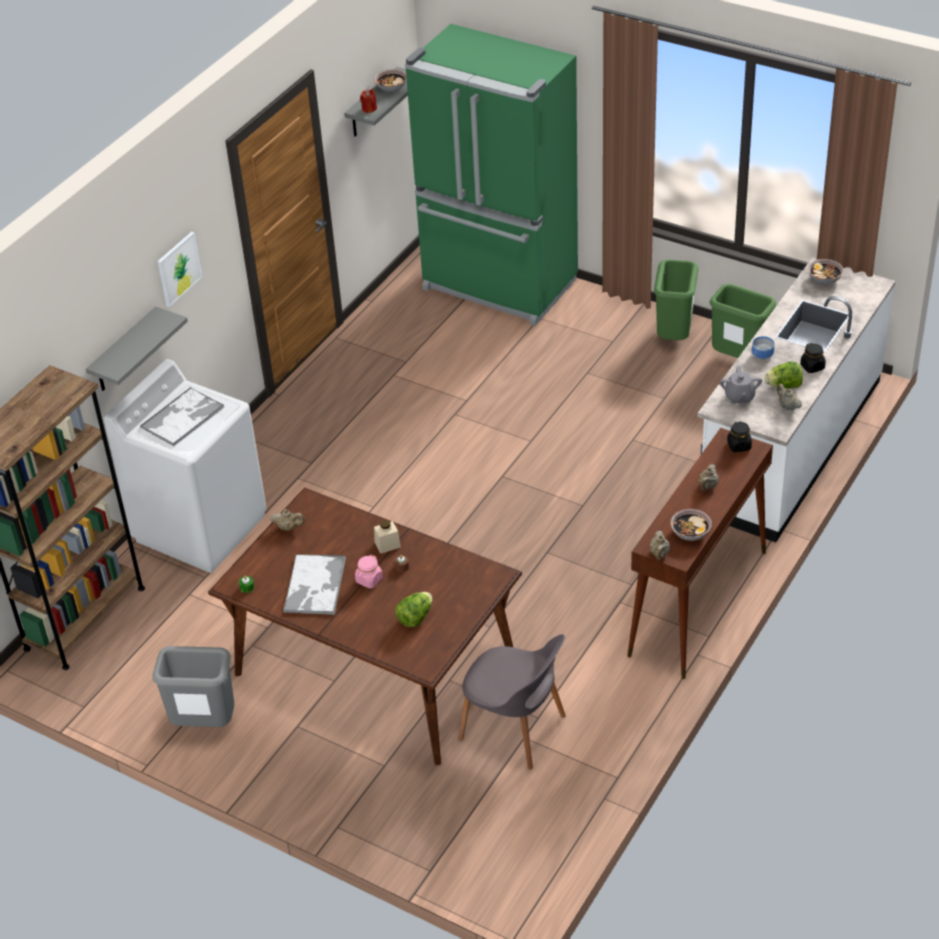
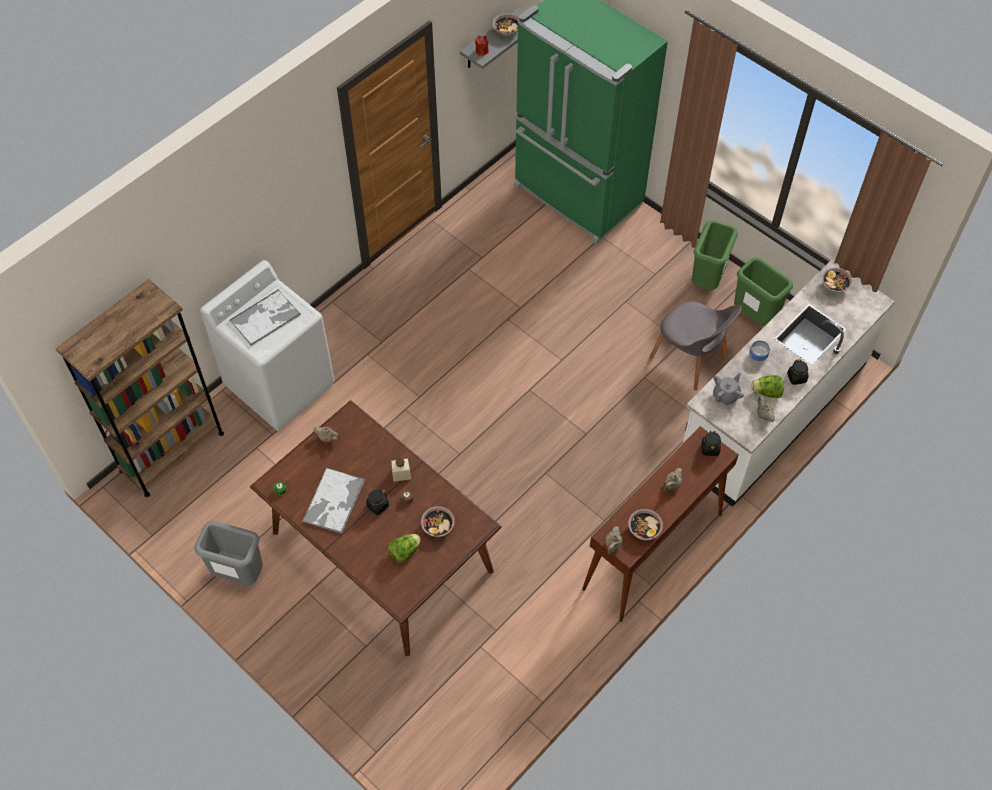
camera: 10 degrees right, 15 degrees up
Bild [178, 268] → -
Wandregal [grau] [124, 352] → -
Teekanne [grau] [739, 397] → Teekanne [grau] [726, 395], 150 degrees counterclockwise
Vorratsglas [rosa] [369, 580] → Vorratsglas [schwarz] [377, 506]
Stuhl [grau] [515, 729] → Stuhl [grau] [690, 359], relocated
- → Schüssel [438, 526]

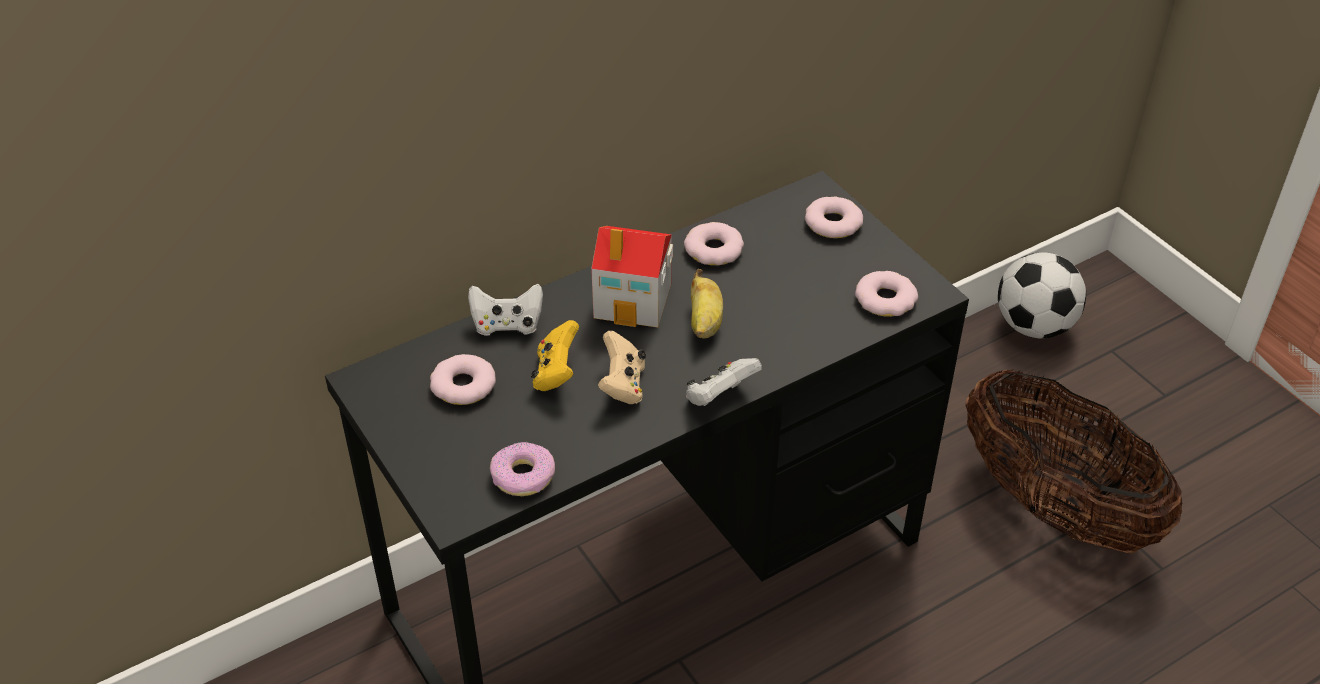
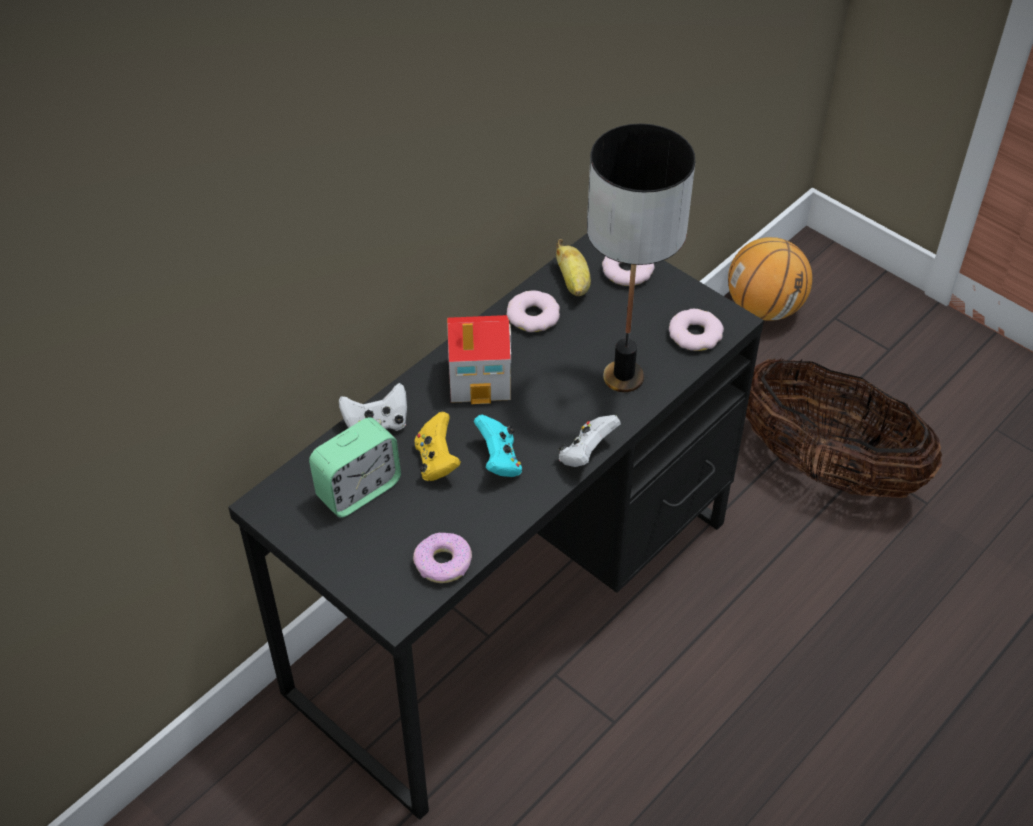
camera: 15 degrees left, 5 degrees up
Fußball [1034, 326] → Basketball [765, 308]
Banane [705, 322] → Banane [573, 283], relocated
Gamepad [beige] [622, 385] → Gamepad [türkis] [499, 460]
Donut [463, 385] → Wecker [358, 490]
- → Tischlampe [624, 377]

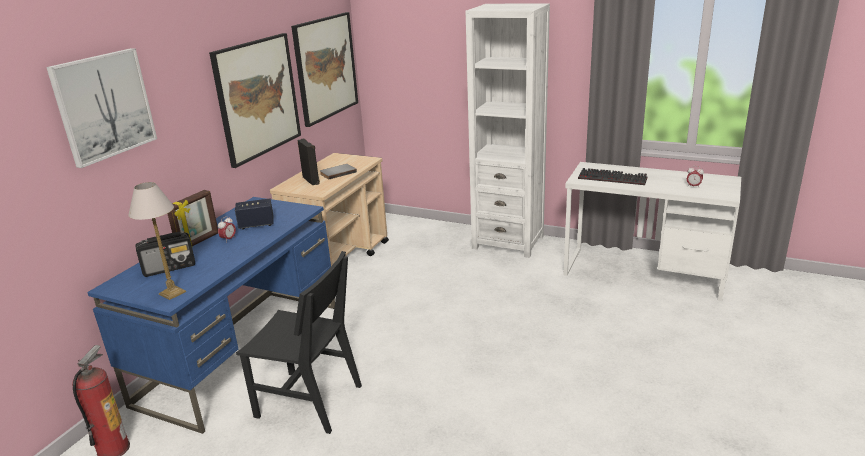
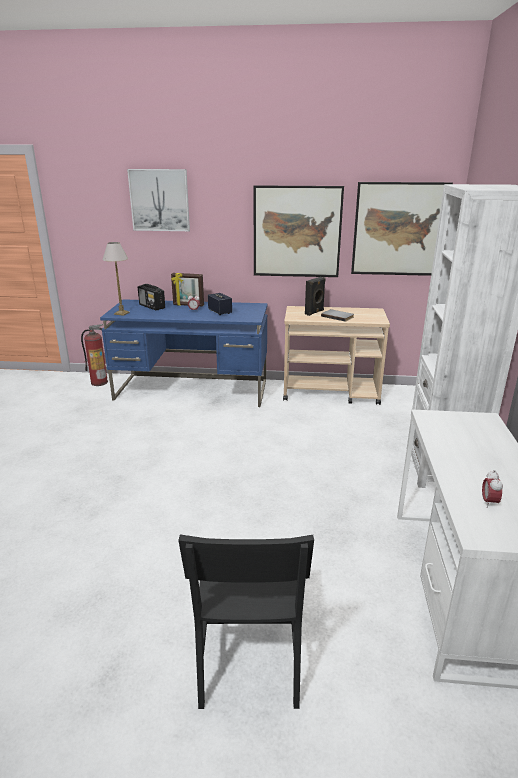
camera: 70 degrees right, 0 degrees up
Tastatur [613, 178] → -
Stuhl [schwarz] [309, 401] → Stuhl [schwarz] [249, 657], relocated

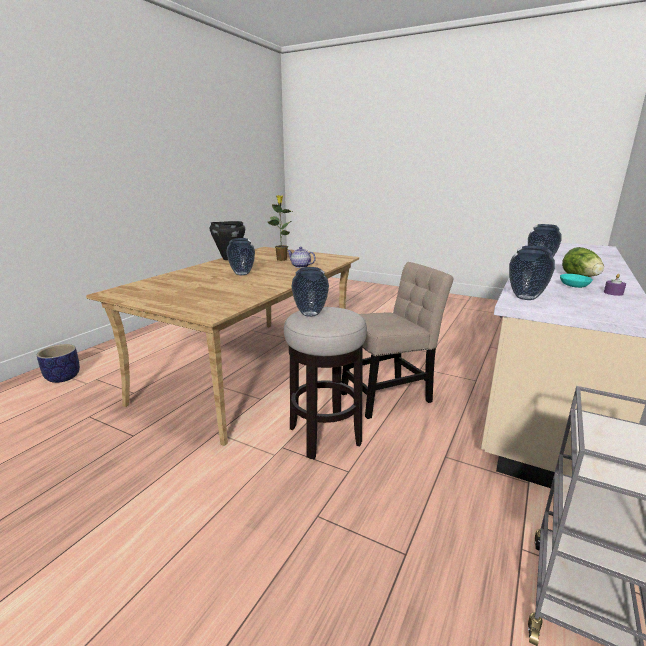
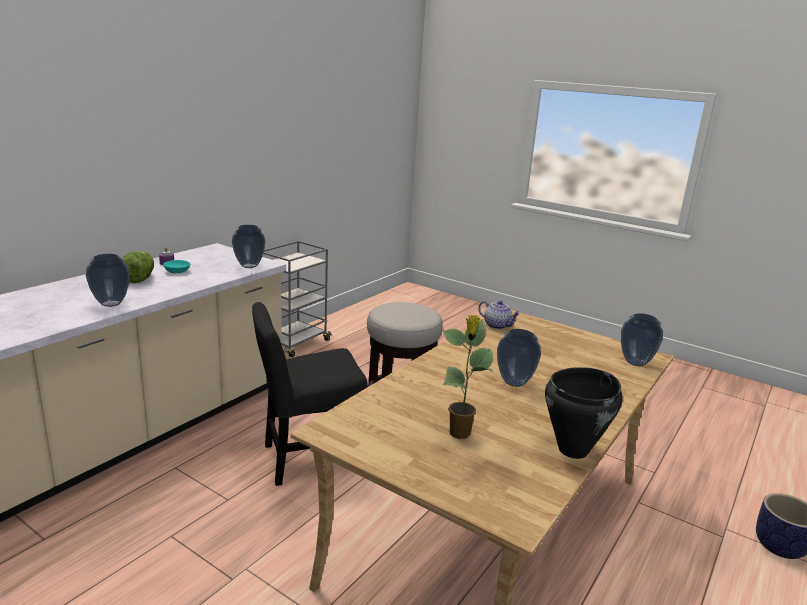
camera: 175 degrees left, 0 degrees up
Teekanne [300, 266] → Teekanne [497, 325], relocated
Stuhl [beige] [389, 395] → Stuhl [schwarz] [308, 458]
Vase [311, 314] → Vase [635, 363], relocated

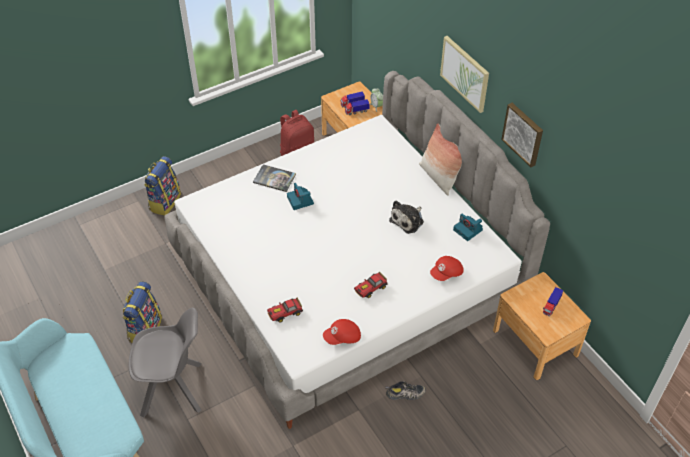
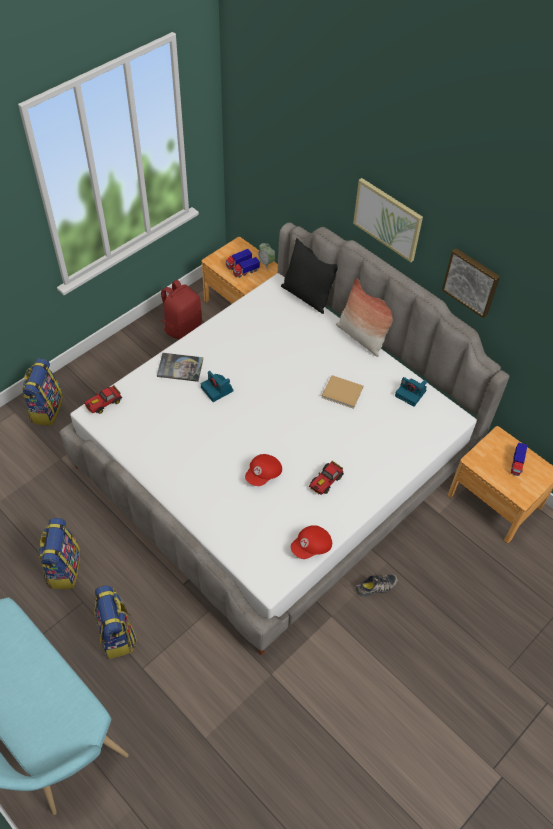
camera: 15 degrees left, 5 degrees up
Plüschtier [408, 220] → Buch [beige] [343, 393]
Kappe [rot] [446, 273] → Kappe [rot] [264, 474], relocated
Spielzeugauto [285, 313] → Spielzeugauto [103, 403], relocated
Stuhl [grau] [174, 389] → Rucksack [117, 634]
- → Kissen [schwarz] [306, 296]

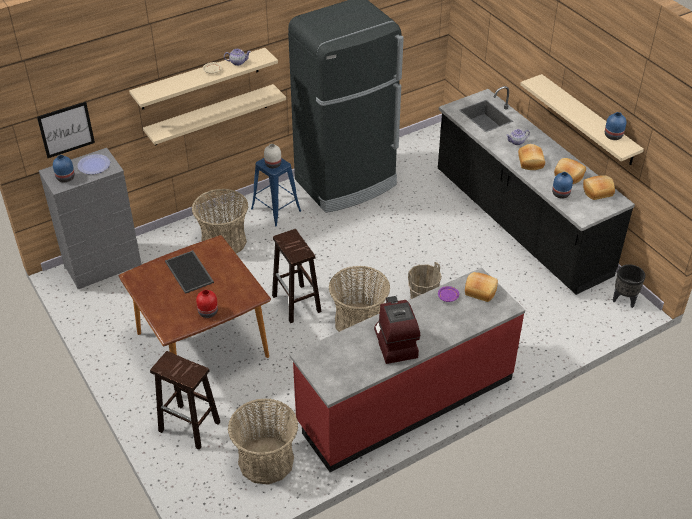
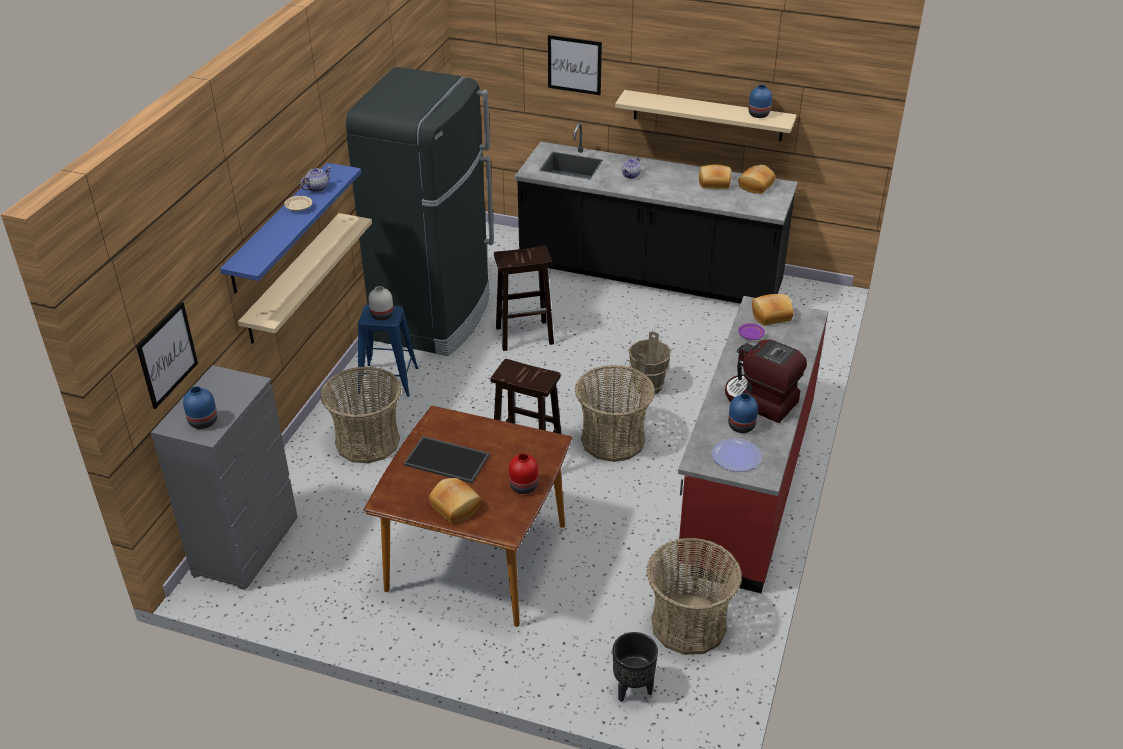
camera: 40 degrees left, 5 degrees down
Wandregal [beige] [200, 79] → Wandregal [blau] [279, 227]
Brot [531, 162] → Brot [456, 506], relocated
Teller [94, 165] → Teller [736, 456], relocated
Vase [blau] [561, 194] → Vase [blau] [742, 426], relocated
Pflanzkübel [schwarz] [623, 300] → Pflanzkübel [schwarz] [632, 689], relocated
Hocker [braun] [190, 427] → Hocker [braun] [525, 335], relocated
- → Bild [574, 65]

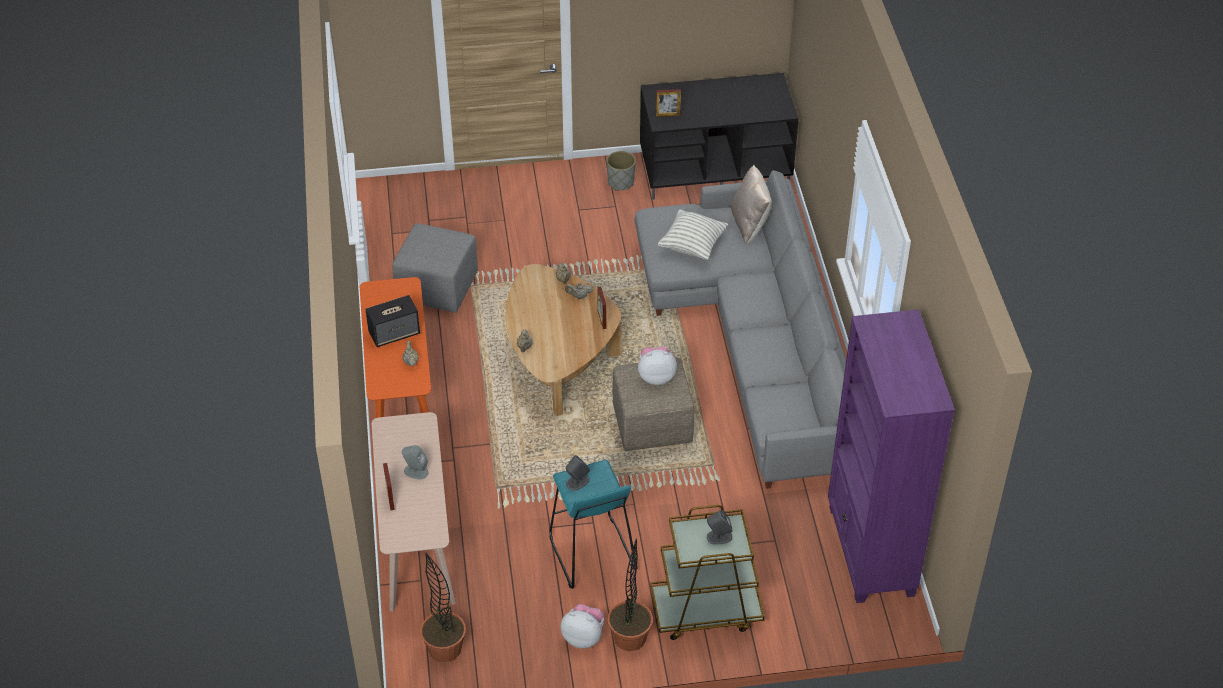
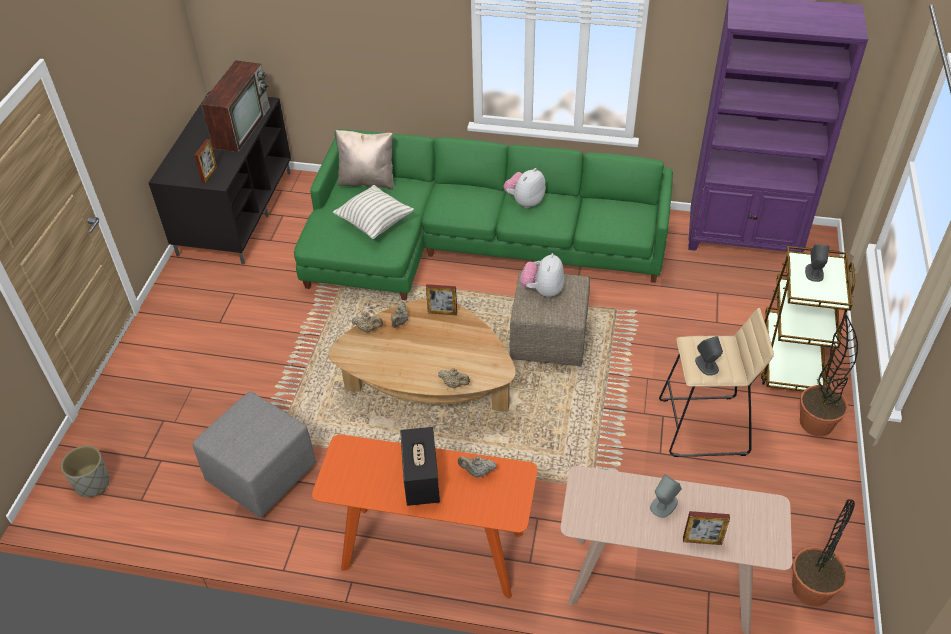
camera: 70 degrees left, 0 degrees up
Pflanzkübel [grau] [621, 182] → Pflanzkübel [grau] [92, 483], relocated
Sofa [grau] [754, 339] → Sofa [grün] [469, 243]
Hocker [türkis] [591, 554] → Hocker [beige] [704, 427]
Plüschtier [583, 637] → Plüschtier [525, 201], relocated
- → Fernseher [242, 126]

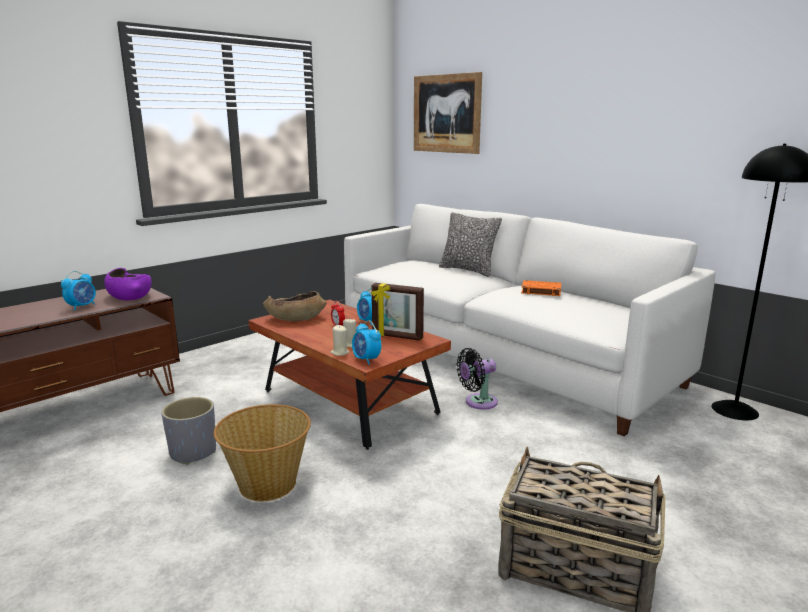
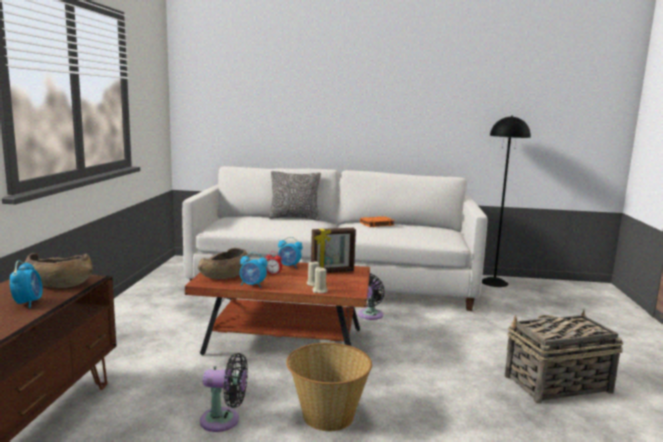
camera: 40 degrees left, 5 degrees down
Bild [446, 114] → -
Schüssel [lila] [129, 296] → Schüssel [braun] [59, 283]
Wecker [366, 360] → Wecker [252, 285], relocated
Pflanzkübel [grau] [193, 452] → Ventilator [schwarz] [224, 420]

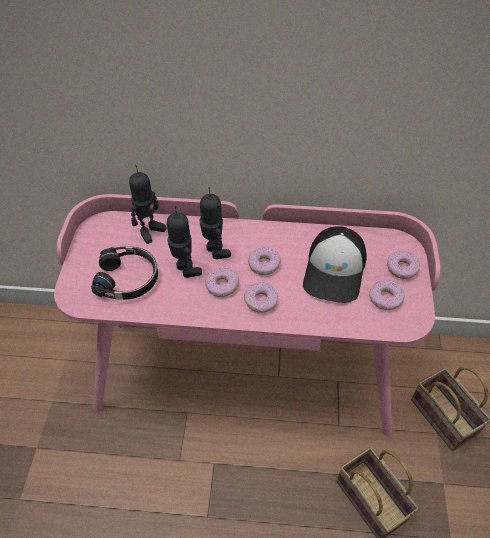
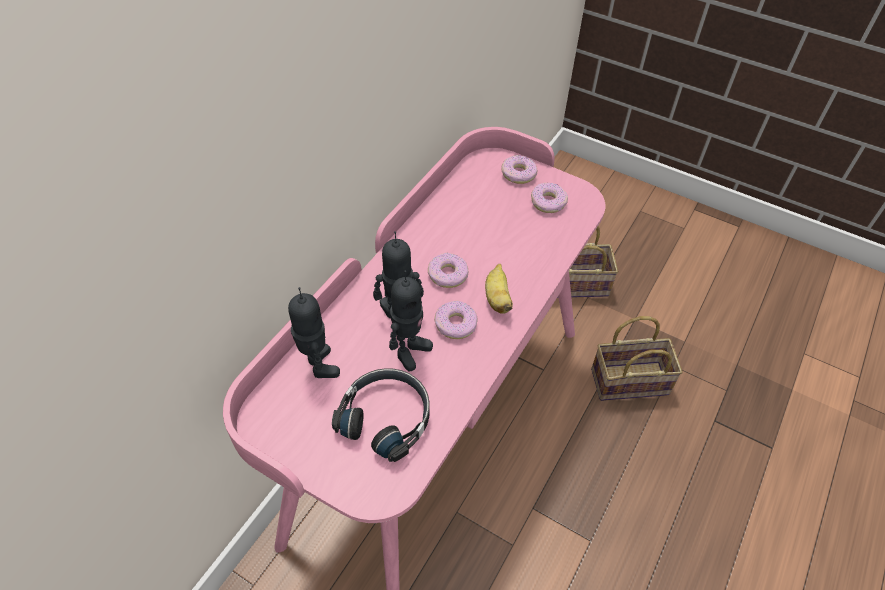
camera: 65 degrees left, 0 degrees up
Spielzeugroboter [185, 270] → Spielzeugroboter [409, 351], 135 degrees clockwise
Kappe [335, 271] → -
Donut [260, 301] → Banane [497, 298]

